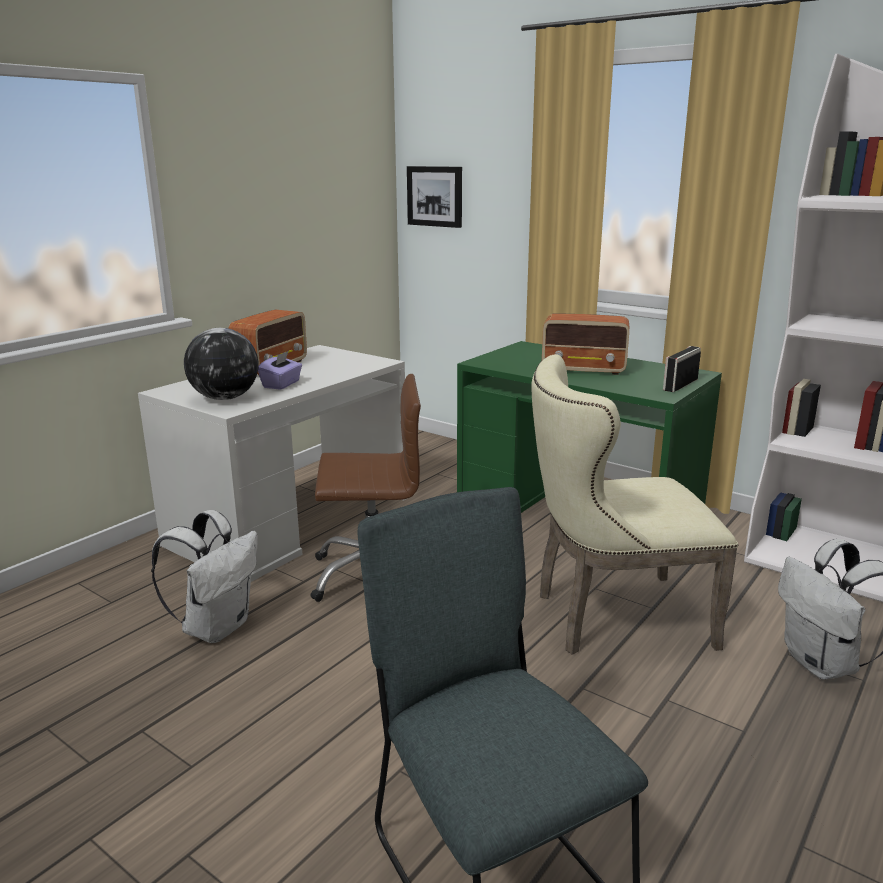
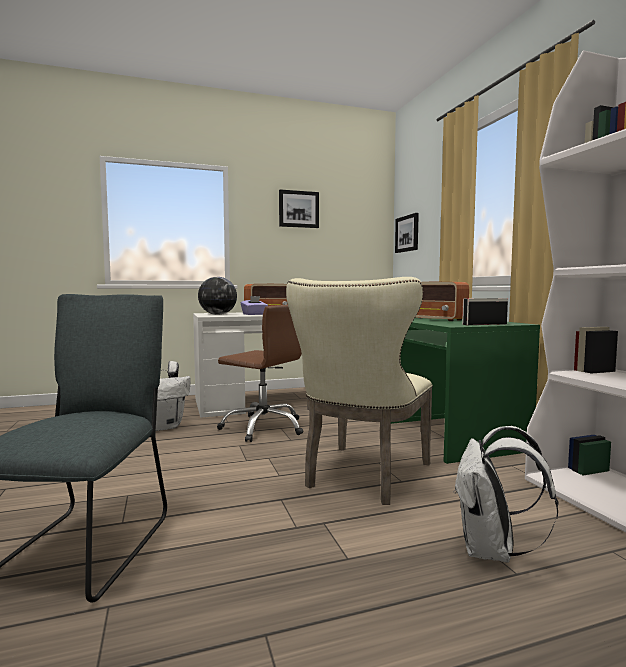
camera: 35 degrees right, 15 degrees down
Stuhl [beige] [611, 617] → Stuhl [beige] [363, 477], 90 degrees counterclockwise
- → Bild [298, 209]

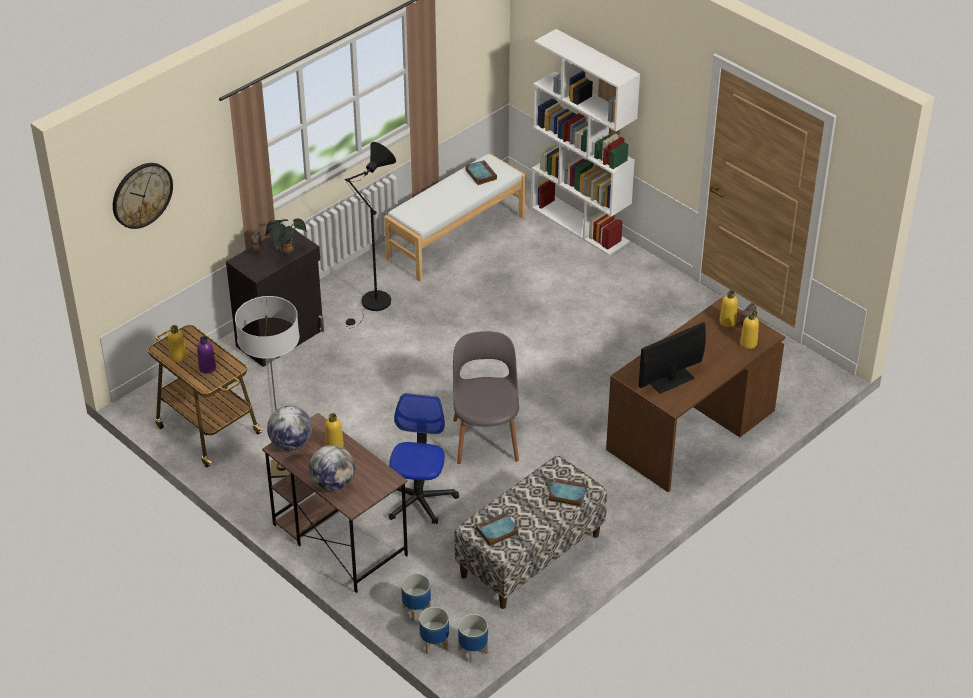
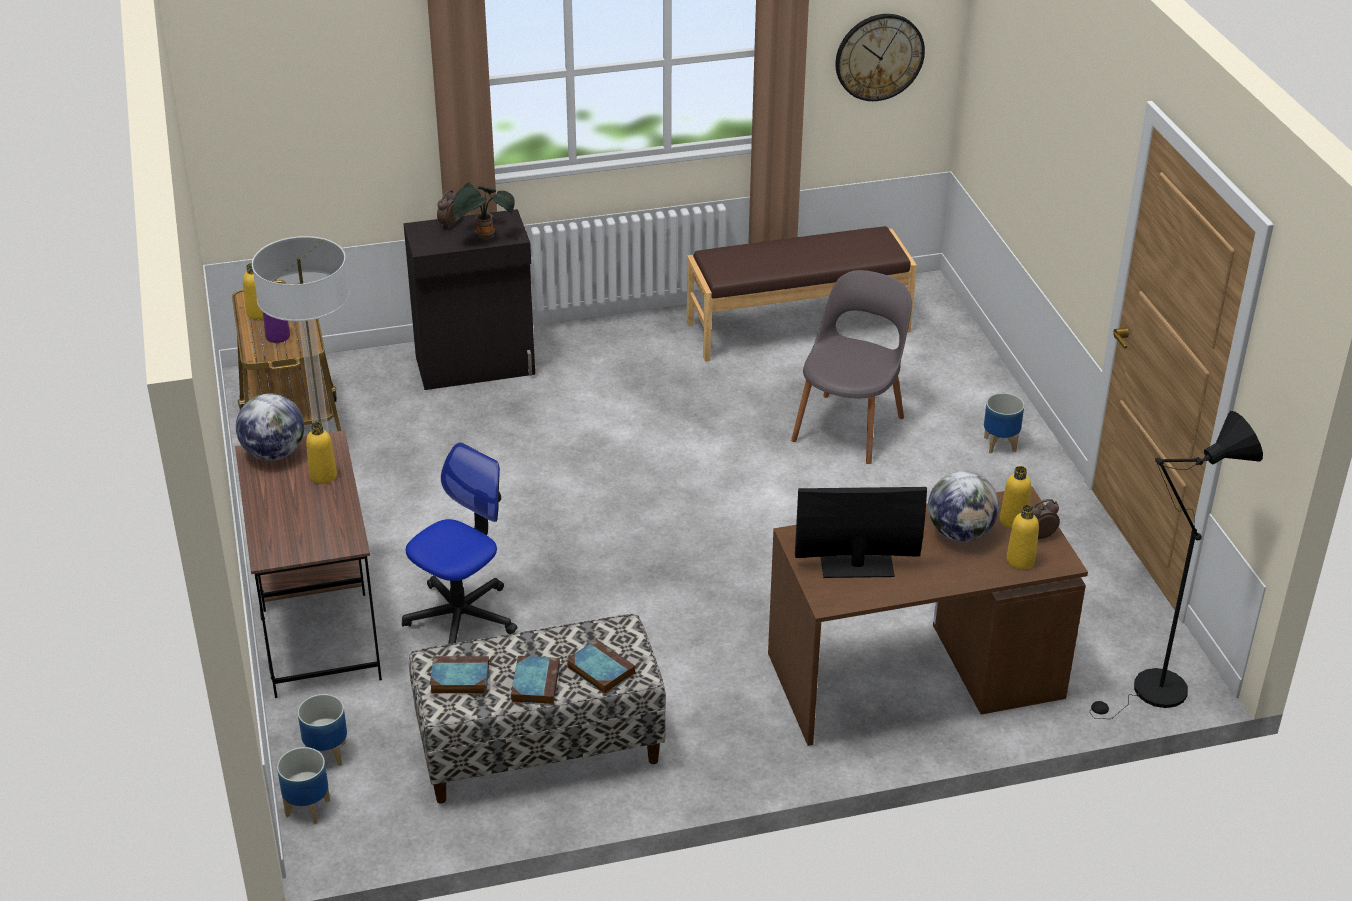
camera: 30 degrees right, 5 degrees down
Bücherregal [weiß] [580, 225] → -
Stehlampe [schwarz] [373, 305] → Stehlampe [schwarz] [1152, 693], relocated
Bank [weiß] [455, 237] → Bank [braun] [797, 326]
Buch [480, 174] → Buch [535, 683], relocated
Wanduhr [141, 195] → Wanduhr [879, 56], relocated
Stuhl [grau] [486, 437] → Stuhl [grau] [850, 426], relocated
Globus [333, 483] → Globus [960, 533], relocated
Pflanzkübel [473, 651] → Pflanzkübel [1000, 444], relocated

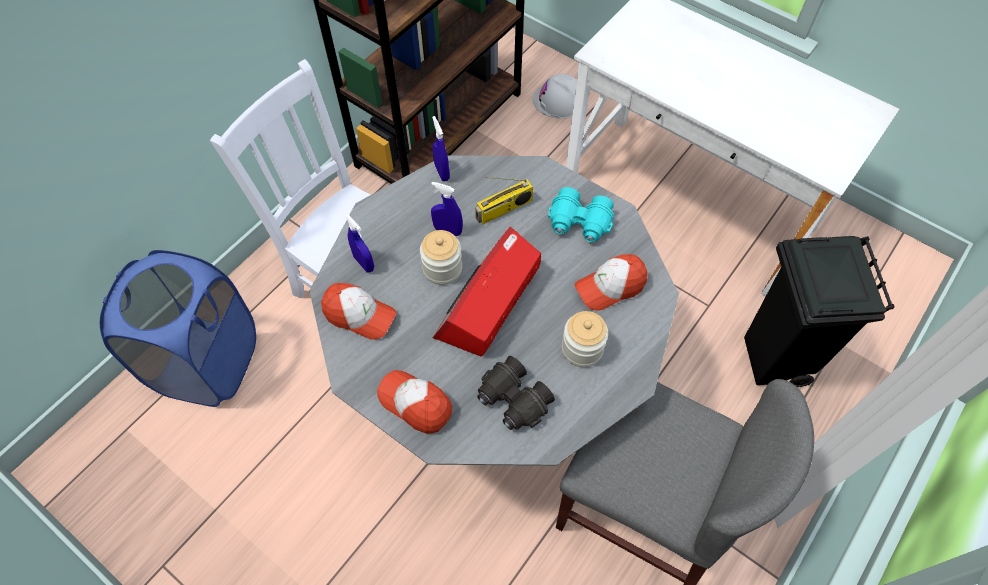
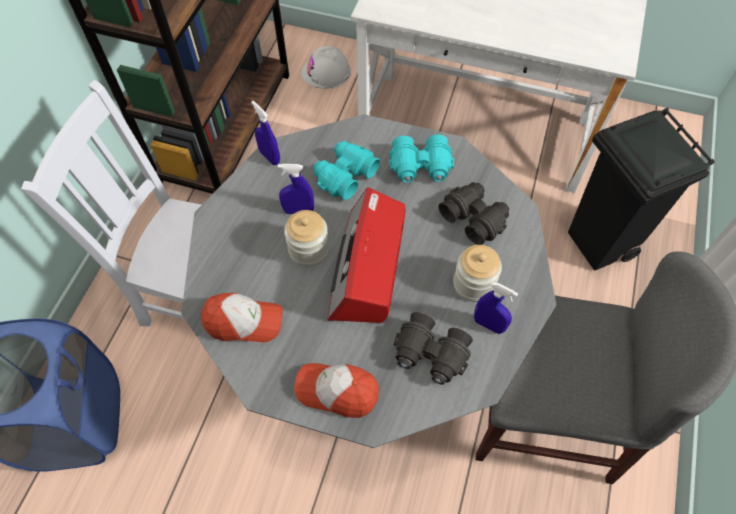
camera: 20 degrees left, 0 degrees up
Radio [504, 210] → Fernglas [türkis] [344, 175]
Sprühflasche [blau] [364, 263] → Sprühflasche [blau] [488, 325], relocated
Kappe [610, 286] → Fernglas [schwarz] [474, 217]

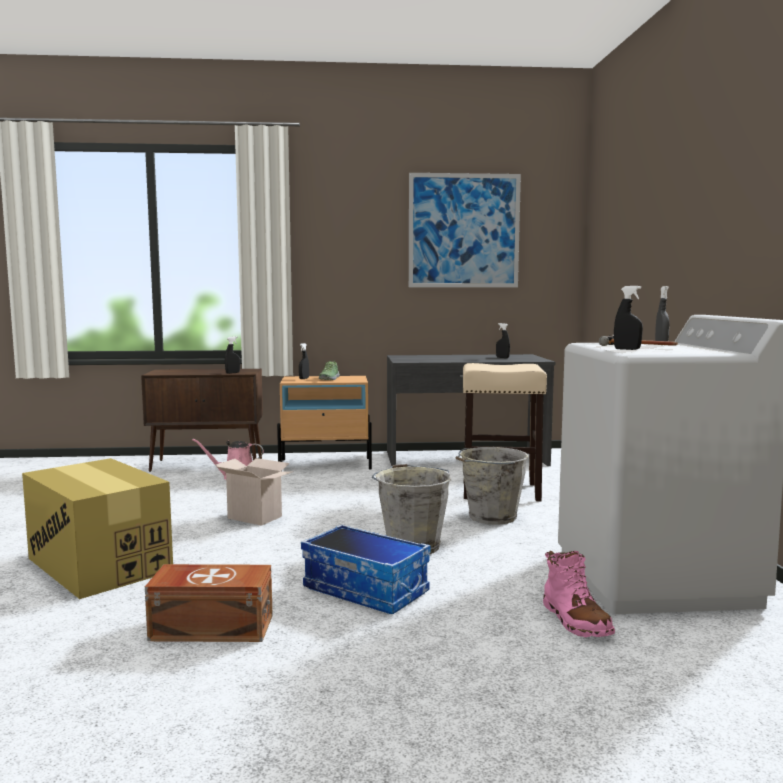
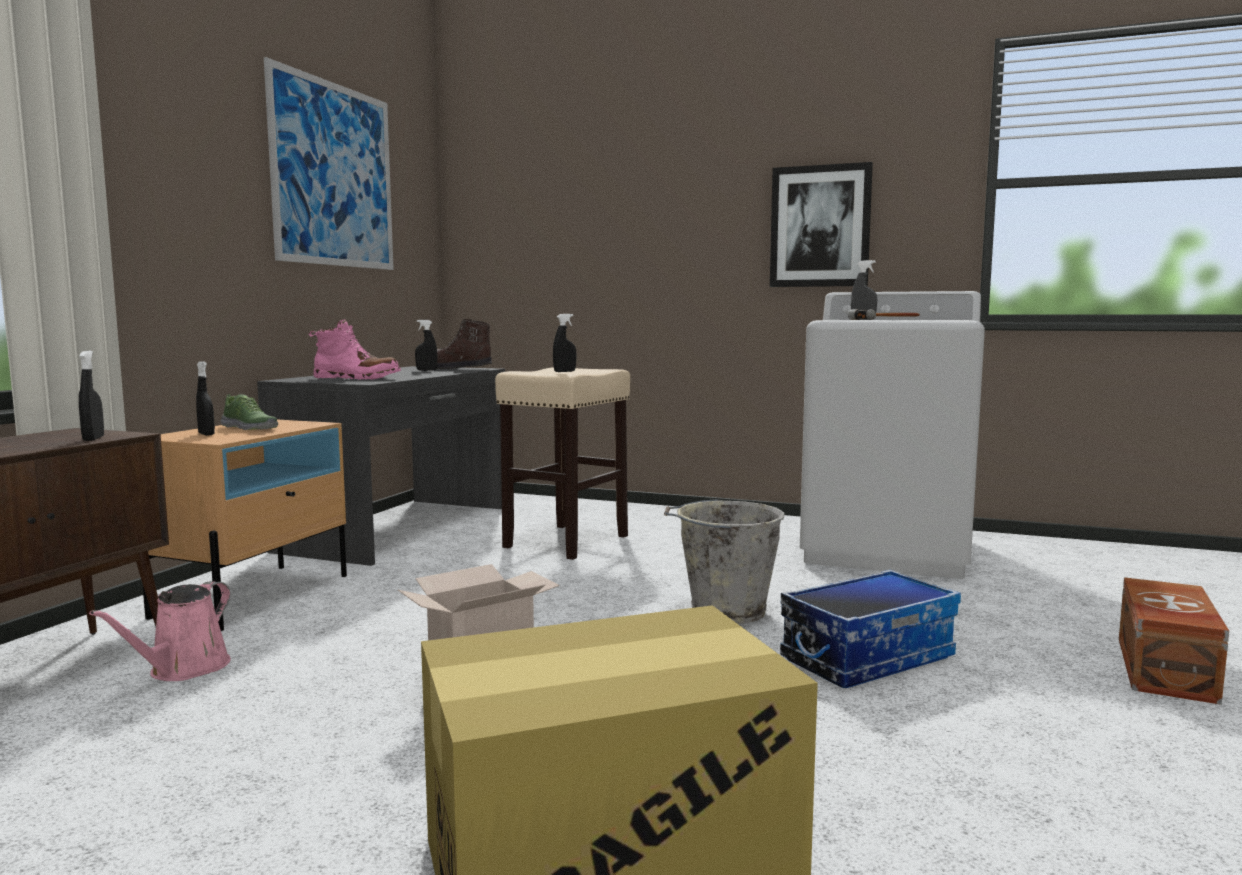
camera: 65 degrees left, 0 degrees up
Sprühflasche [schwarz] [627, 349] → Sprühflasche [schwarz] [564, 371], relocated
Eimer [grau] [490, 517] → -
Stiefel [rosa] [575, 620] → Stiefel [rosa] [356, 378], relocated
Aufbewahrungsbox [braun] [211, 627] → Aufbewahrungsbox [braun] [1163, 669], relocated
- → Bild [820, 226]
- → Stiefel [braun] [457, 368]

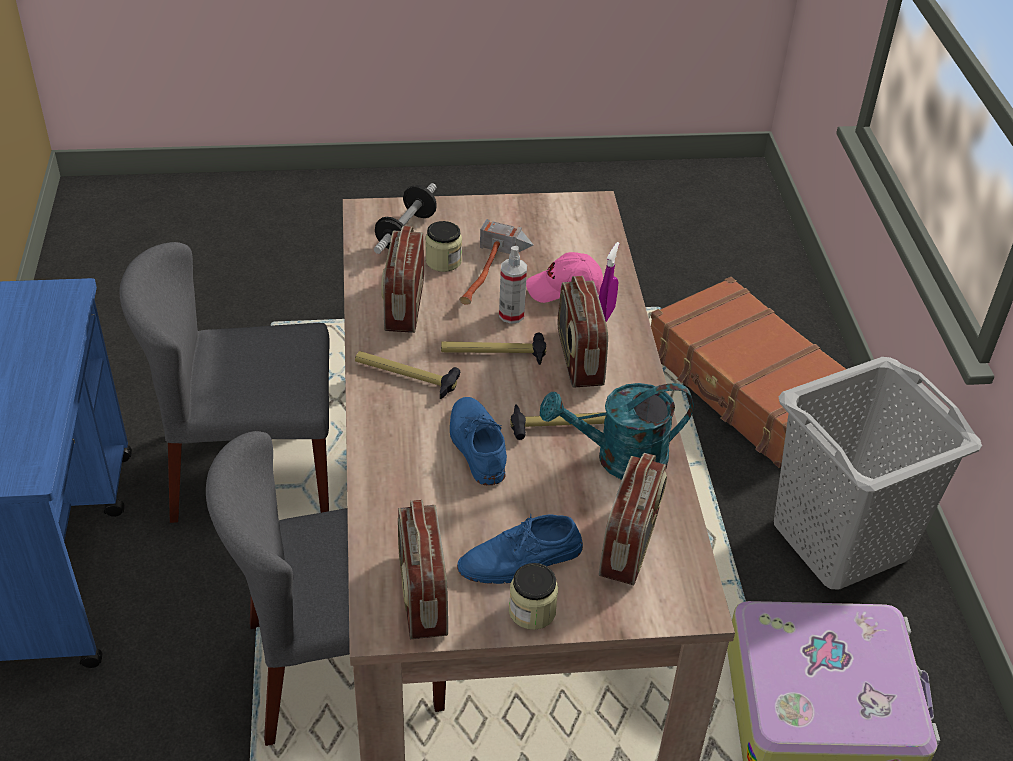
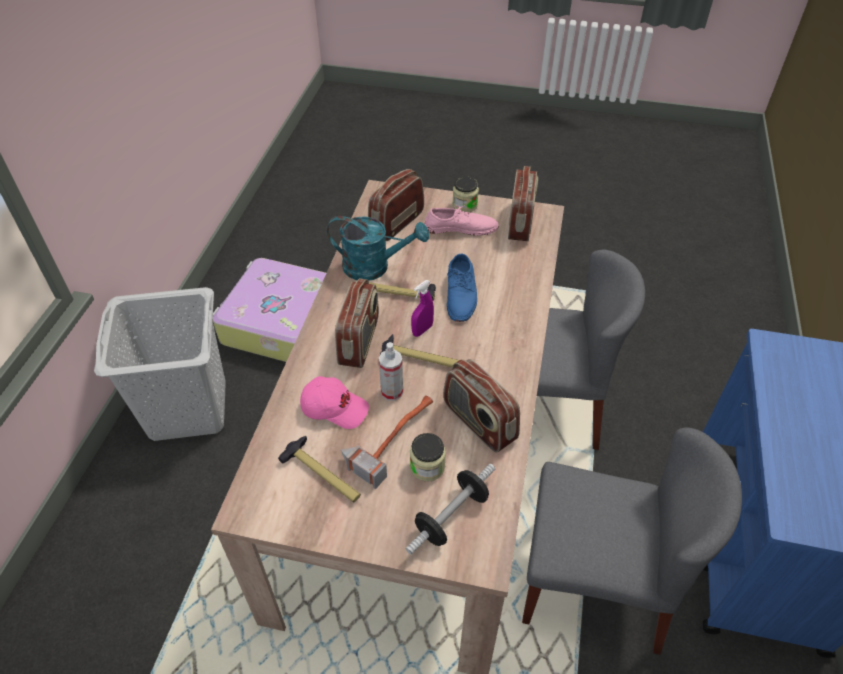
camera: 160 degrees left, 5 degrees up
Radio [404, 305] → Radio [478, 422], 120 degrees clockwise
Sprühflasche [lila] [605, 314] → Sprühflasche [lila] [422, 330], relocated
Koffer [braun] [748, 388] → -
Hammer [405, 376] → Hammer [323, 474], relocated
Schuh [blau] [521, 560] → Schuh [rosa] [460, 227]

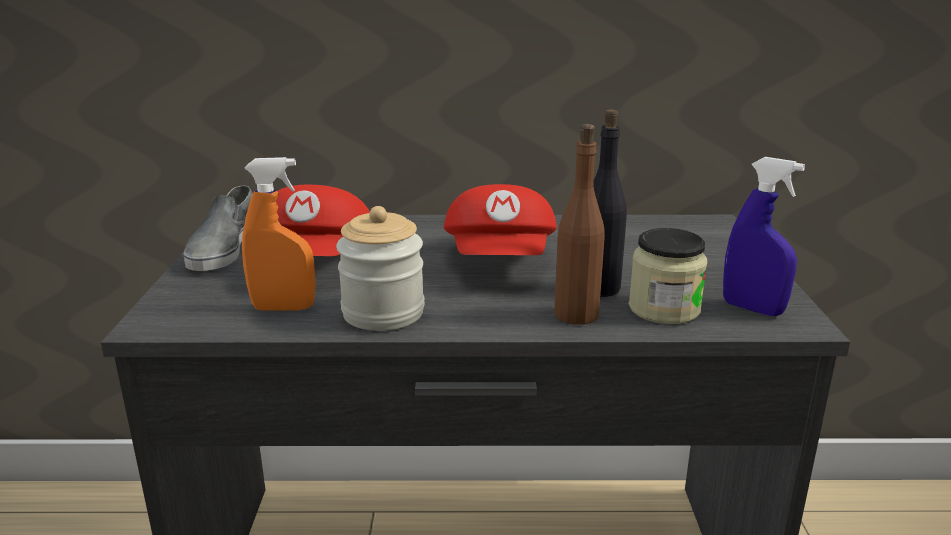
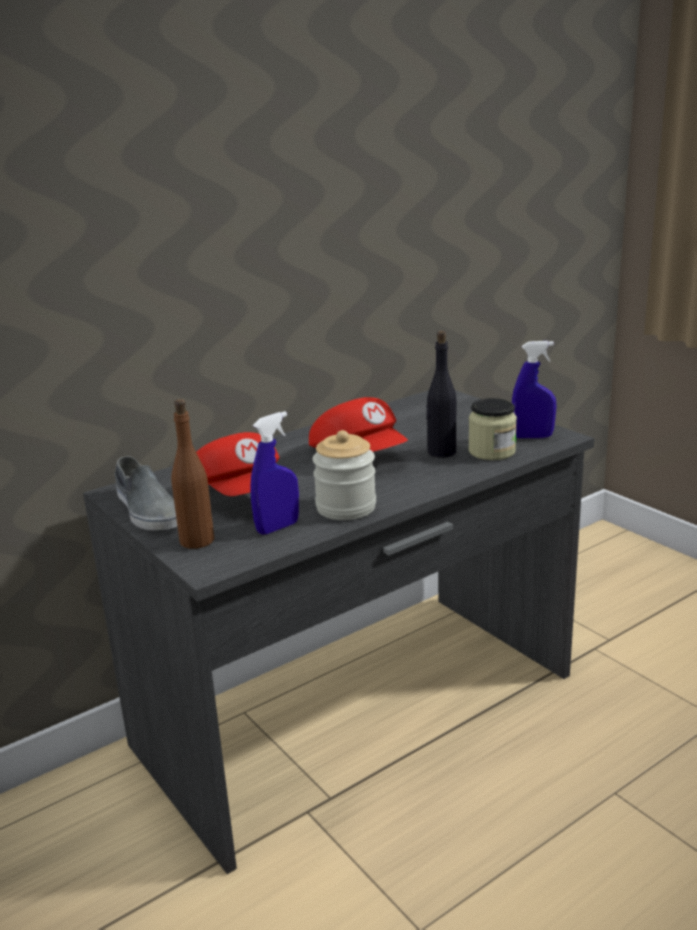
camera: 35 degrees left, 0 degrees up
Flasche [braun] [577, 314] → Flasche [braun] [197, 540], relocated
Sprühflasche [orange] [283, 308] → Sprühflasche [blau] [278, 527]

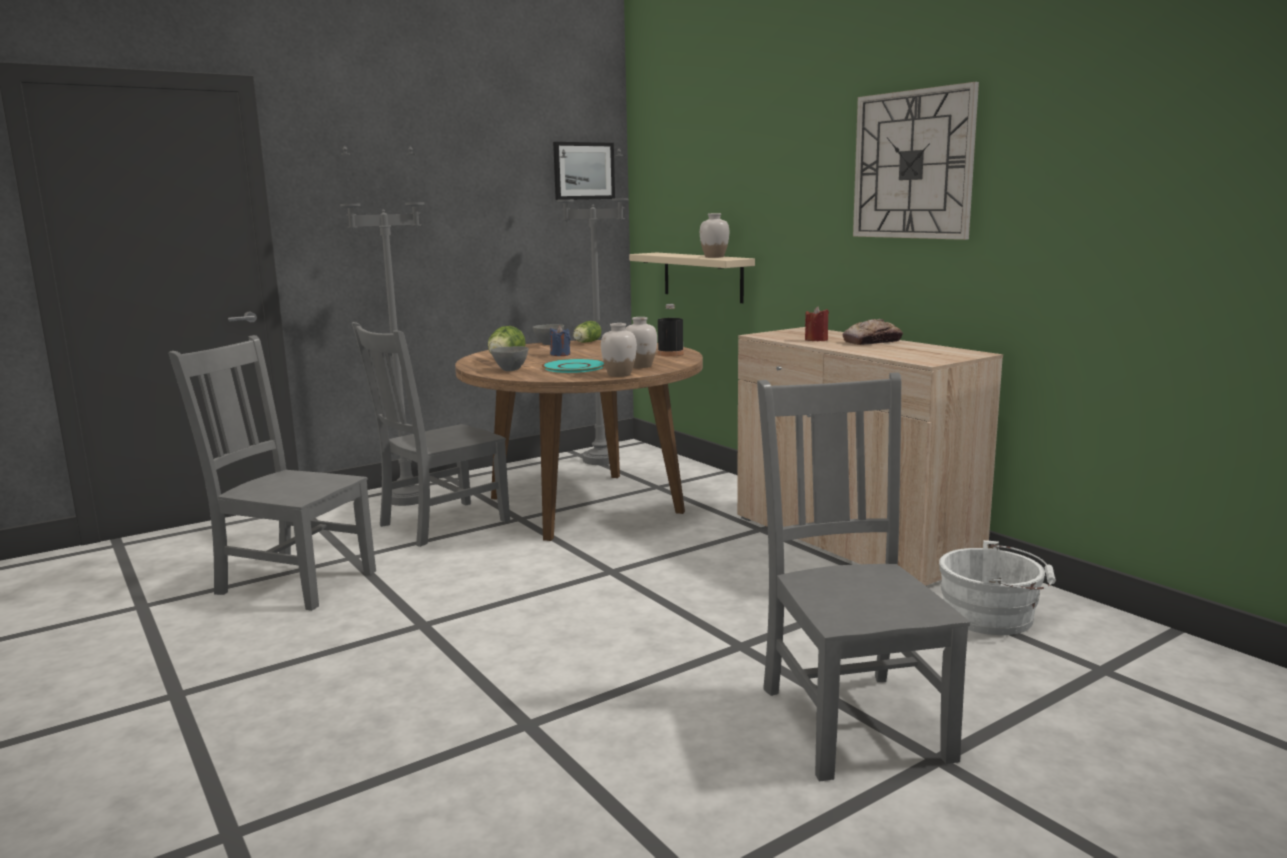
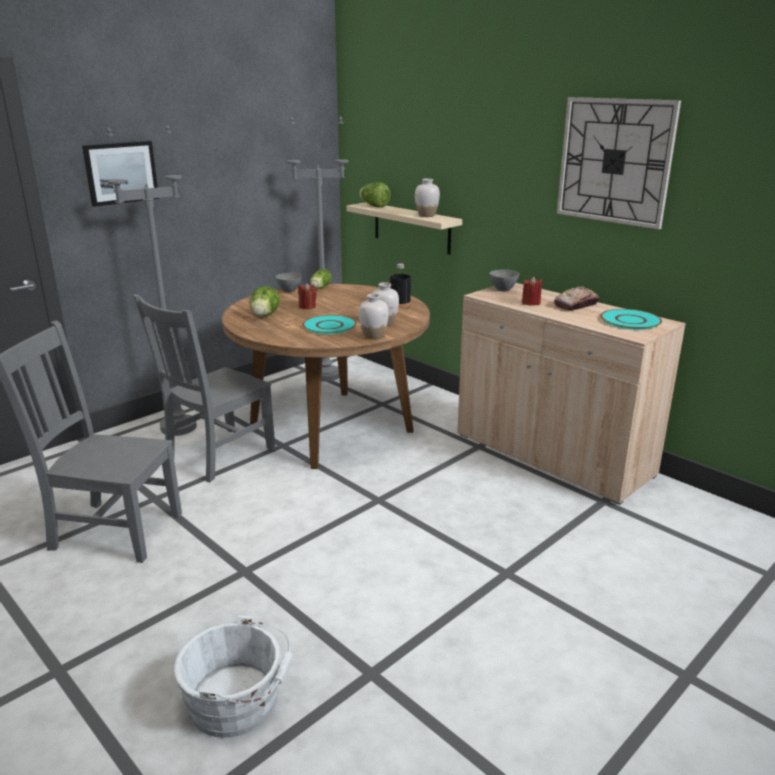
camera: 10 degrees left, 10 degrees up
Bild [583, 171] → Bild [121, 173], relocated
Kerze [blau] [560, 354] → Kerze [rot] [307, 306]
Schüssel [grau] [510, 370] → Schüssel [grau] [503, 289], relocated
Stuhl [grau] [852, 719] → -
Eimer [weiß] [993, 617] → Eimer [weiß] [239, 701], relocated
- → Salatkopf [374, 206]
- → Teller [türkis] [630, 321]

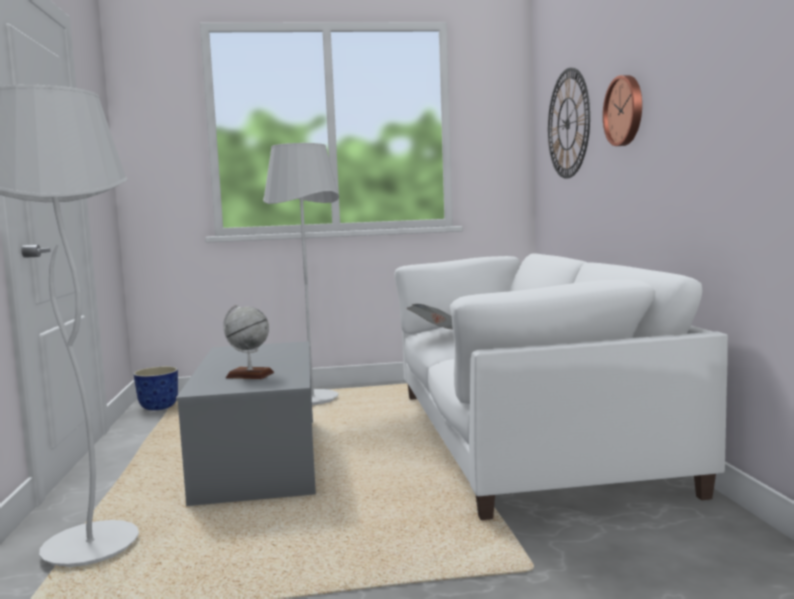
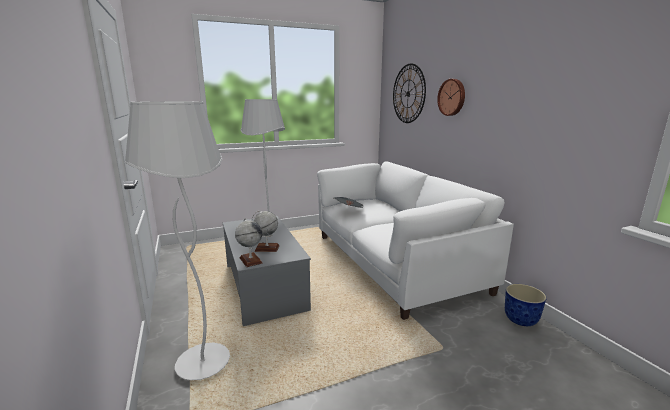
camera: 15 degrees left, 10 degrees up
Pflanzkübel [159, 407] → Pflanzkübel [521, 320], relocated
- → Globus [250, 260]

